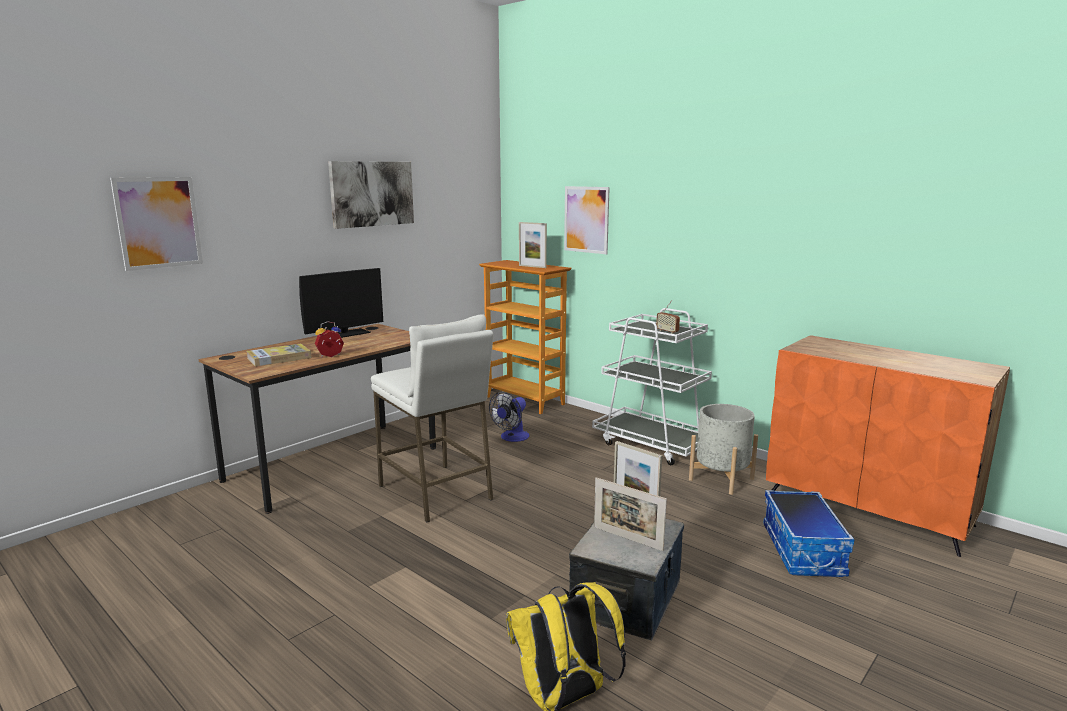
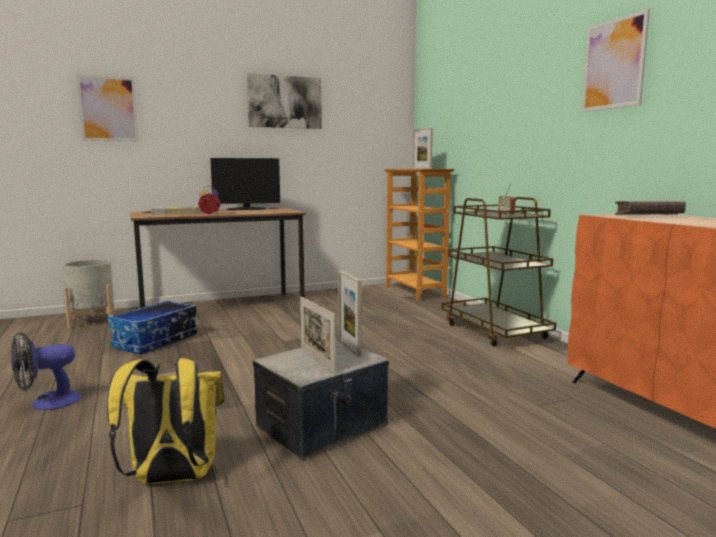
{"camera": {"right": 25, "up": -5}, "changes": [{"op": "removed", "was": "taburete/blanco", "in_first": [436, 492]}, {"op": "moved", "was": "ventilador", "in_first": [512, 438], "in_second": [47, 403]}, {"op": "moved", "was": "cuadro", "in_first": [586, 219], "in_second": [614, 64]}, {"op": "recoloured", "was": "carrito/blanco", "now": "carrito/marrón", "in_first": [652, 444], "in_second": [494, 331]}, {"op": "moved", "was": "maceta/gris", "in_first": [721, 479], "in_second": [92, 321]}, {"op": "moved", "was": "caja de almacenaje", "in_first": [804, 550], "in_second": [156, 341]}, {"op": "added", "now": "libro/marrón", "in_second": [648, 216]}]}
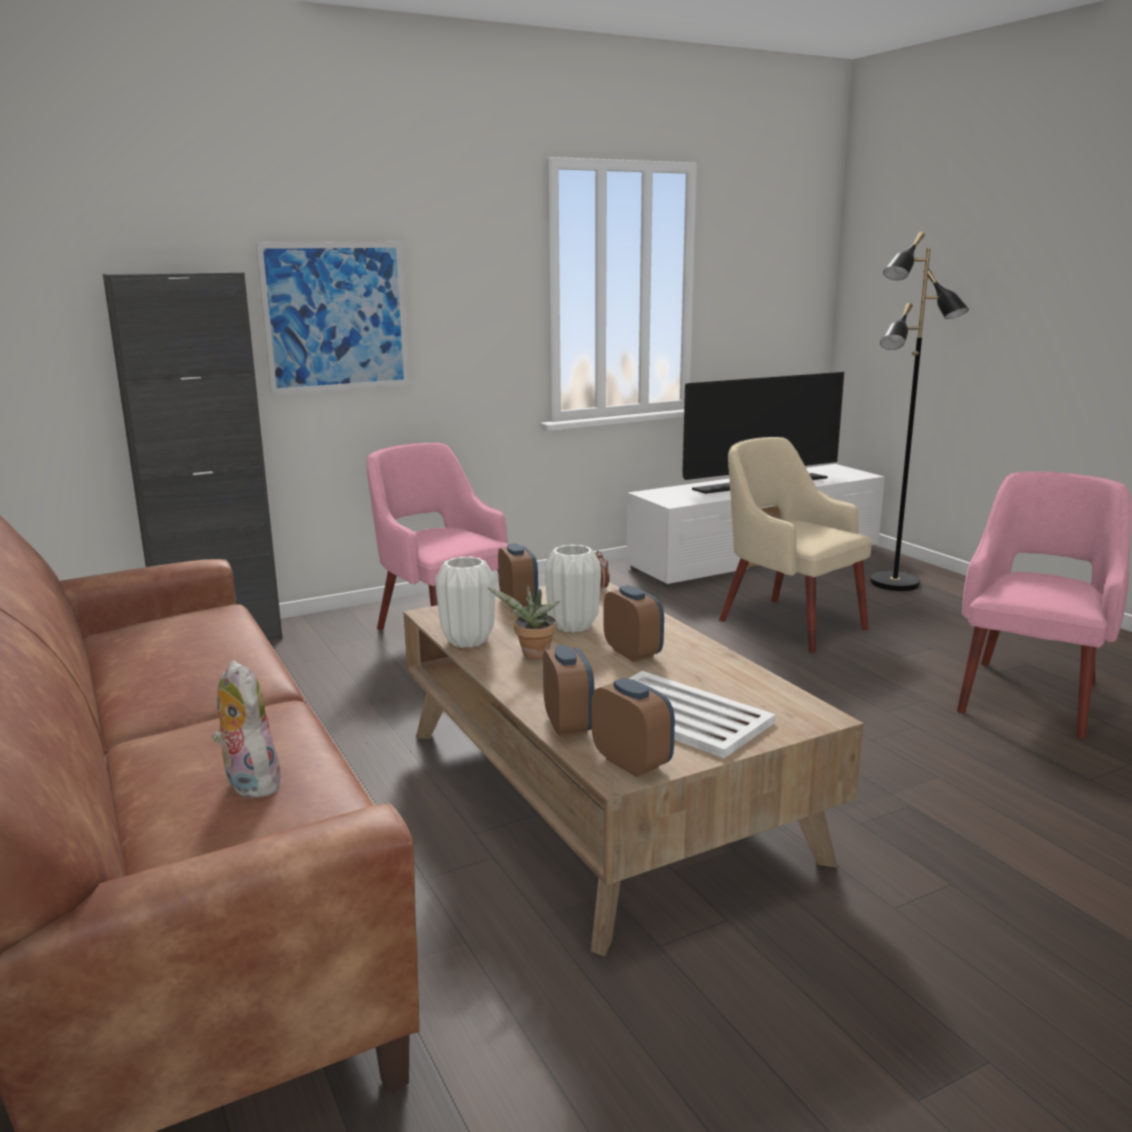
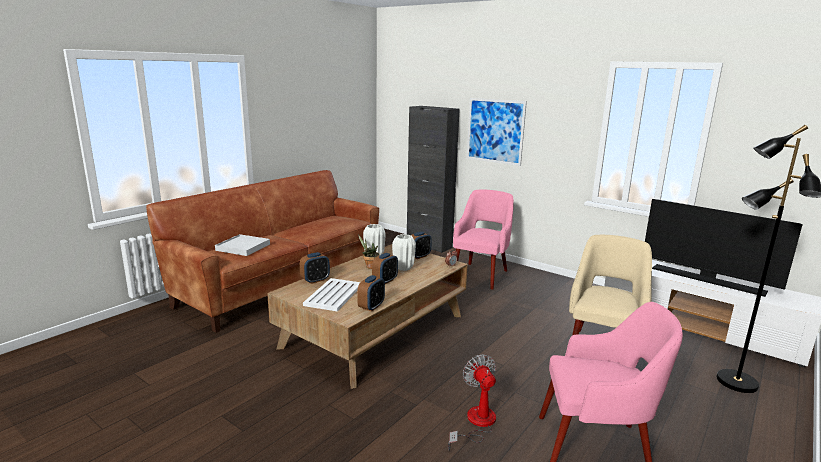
{"camera": {"right": 65, "up": 0}, "changes": [{"op": "replaced", "was": "peluche", "now": "bandeja/blanco", "in_first": [248, 784], "in_second": [243, 247]}, {"op": "moved", "was": "despertador", "in_first": [632, 763], "in_second": [371, 307]}, {"op": "added", "now": "ventilador", "in_second": [476, 423]}]}
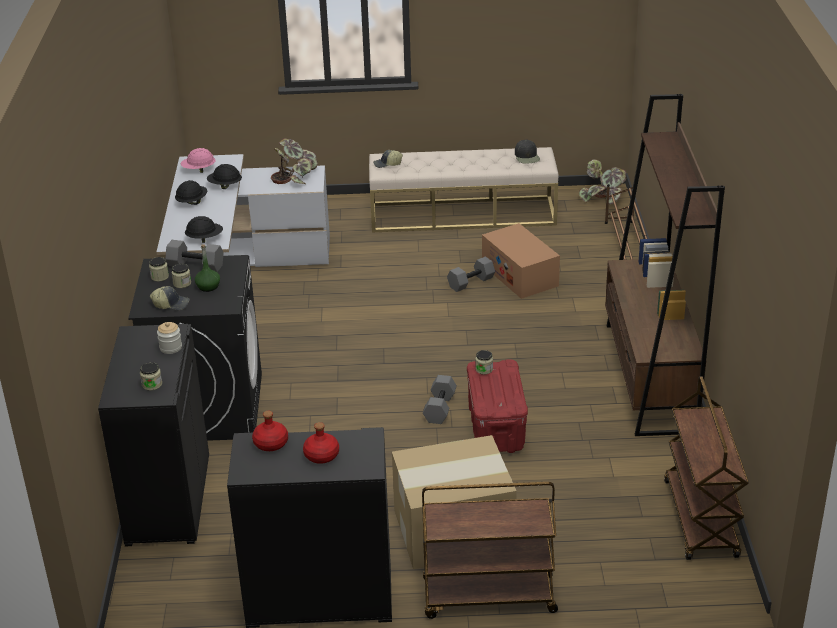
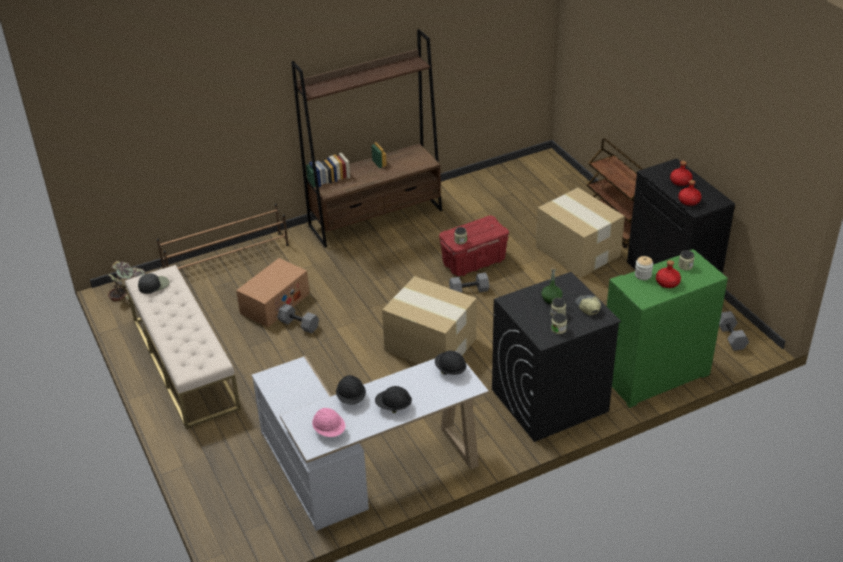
{"camera": {"right": -115, "up": 5}, "changes": [{"op": "recoloured", "was": "armario/negro", "now": "armario/verde", "in_first": [167, 499], "in_second": [654, 376]}, {"op": "moved", "was": "mancuerna/gris", "in_first": [195, 266], "in_second": [731, 337]}, {"op": "removed", "was": "planta en maceta", "in_first": [295, 177]}, {"op": "removed", "was": "gorra", "in_first": [387, 164]}, {"op": "removed", "was": "carrito/marrón", "in_first": [701, 519]}, {"op": "added", "now": "caja de cartón", "in_second": [431, 345]}, {"op": "added", "now": "botella/rojo", "in_second": [667, 283]}]}
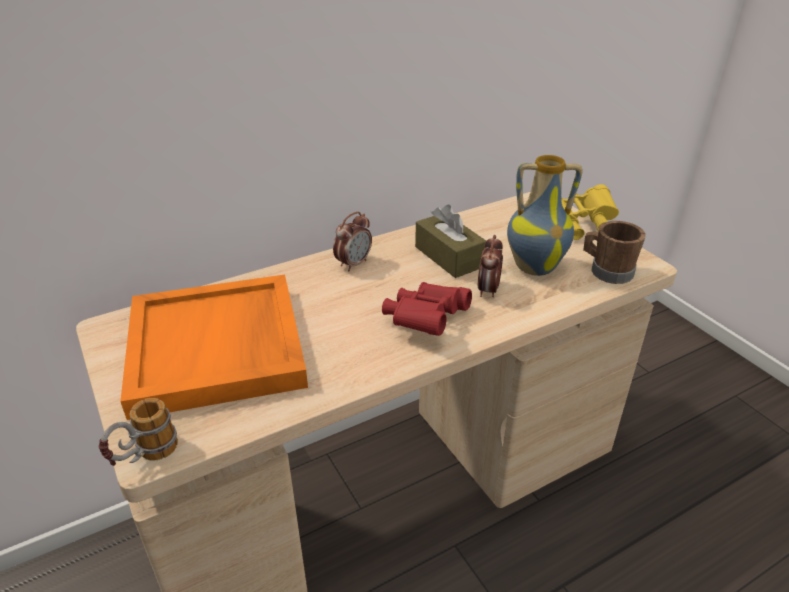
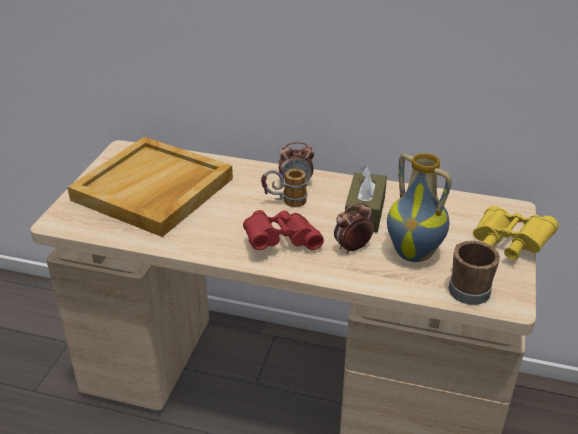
{"camera": {"right": 45, "up": 0}, "changes": [{"op": "moved", "was": "taza grande", "in_first": [145, 459], "in_second": [284, 202]}, {"op": "recoloured", "was": "bandeja/naranja", "now": "bandeja/beis", "in_first": [218, 348], "in_second": [153, 190]}]}
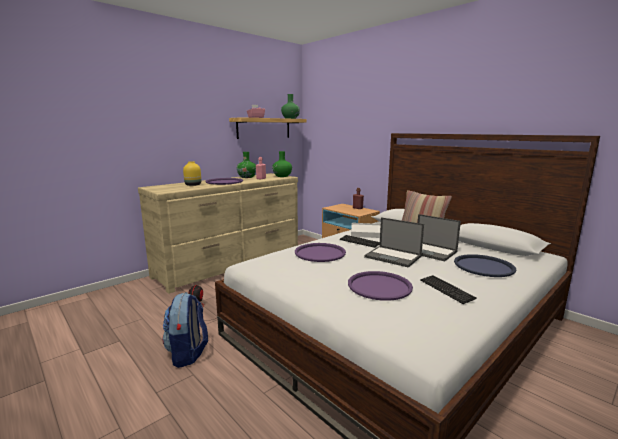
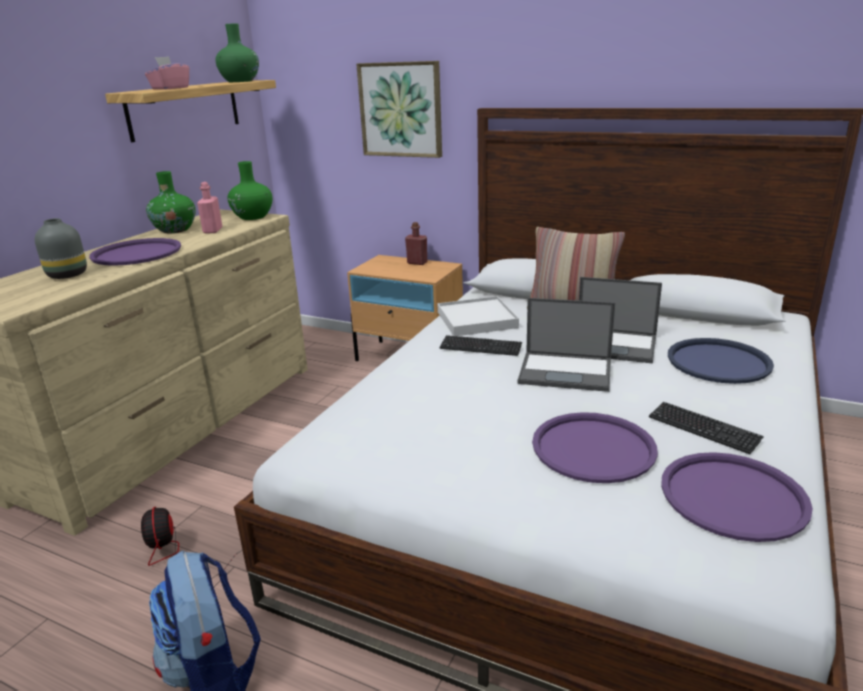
{"camera": {"right": -20, "up": 10}, "changes": [{"op": "recoloured", "was": "florero/amarillo", "now": "florero/gris", "in_first": [193, 185], "in_second": [69, 275]}, {"op": "moved", "was": "bandeja/morado", "in_first": [320, 253], "in_second": [732, 496]}, {"op": "added", "now": "cuadro", "in_second": [401, 110]}]}
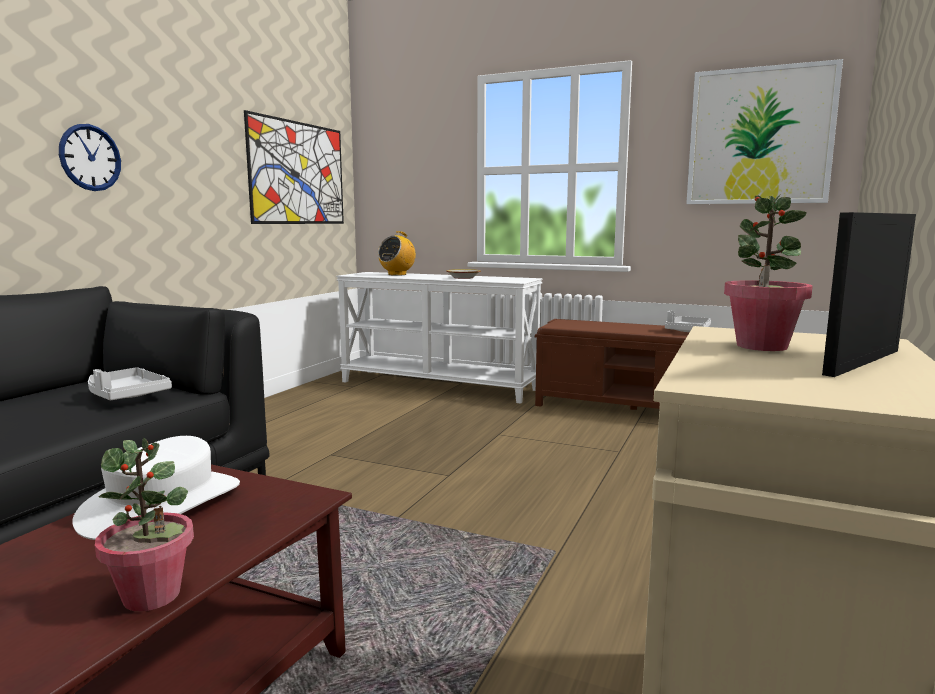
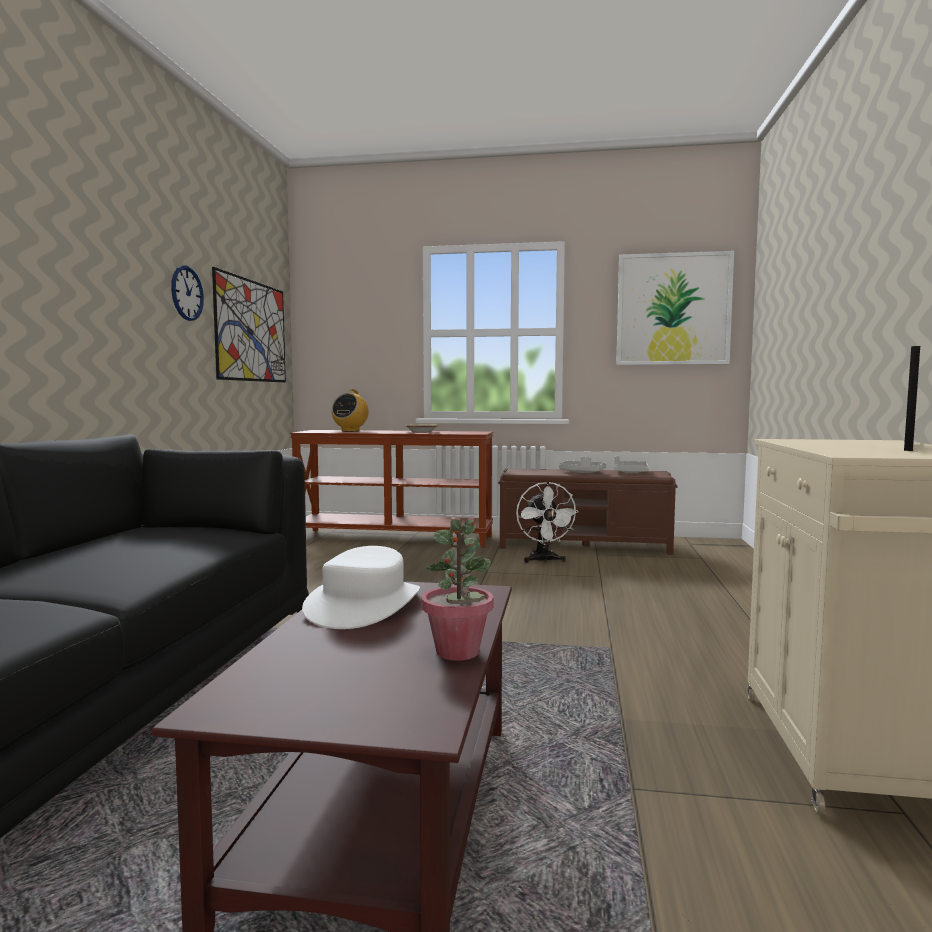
{"camera": {"right": -15, "up": -5}, "changes": [{"op": "moved", "was": "reloj de pared", "in_first": [90, 157], "in_second": [187, 293]}, {"op": "moved", "was": "bandeja/gris", "in_first": [126, 395], "in_second": [582, 472]}, {"op": "recoloured", "was": "mesa consola/blanco", "now": "mesa consola/marrón", "in_first": [439, 385], "in_second": [395, 538]}, {"op": "removed", "was": "planta en maceta", "in_first": [761, 346]}, {"op": "added", "now": "ventilador/blanco", "in_second": [544, 561]}]}
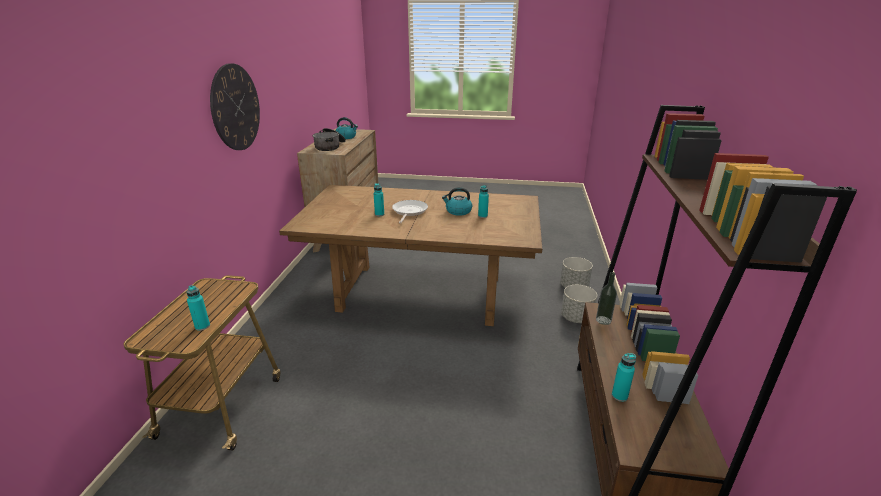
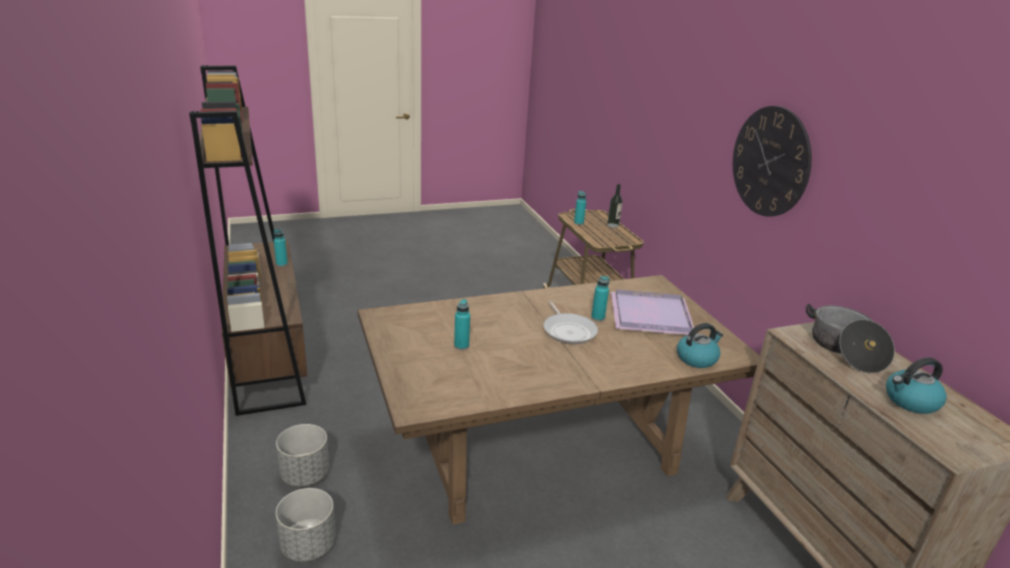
{"camera": {"right": 150, "up": 0}, "changes": [{"op": "moved", "was": "hervidor", "in_first": [458, 211], "in_second": [697, 358]}, {"op": "moved", "was": "botella", "in_first": [603, 320], "in_second": [613, 225]}, {"op": "added", "now": "bandeja/morado", "in_second": [652, 316]}]}
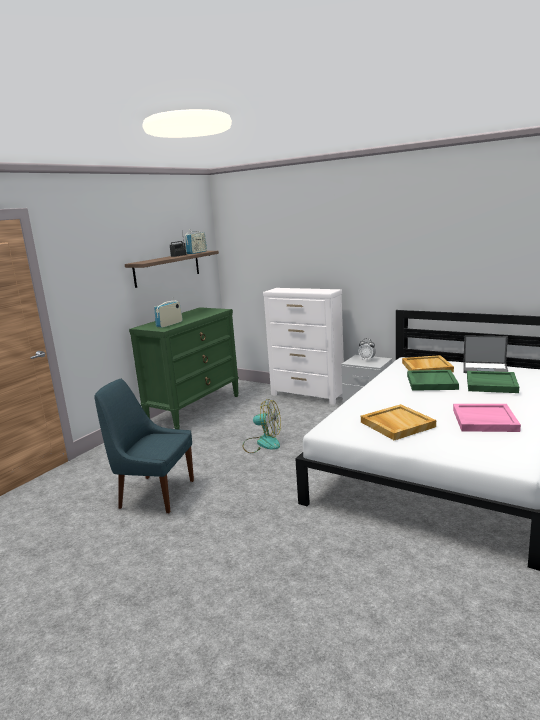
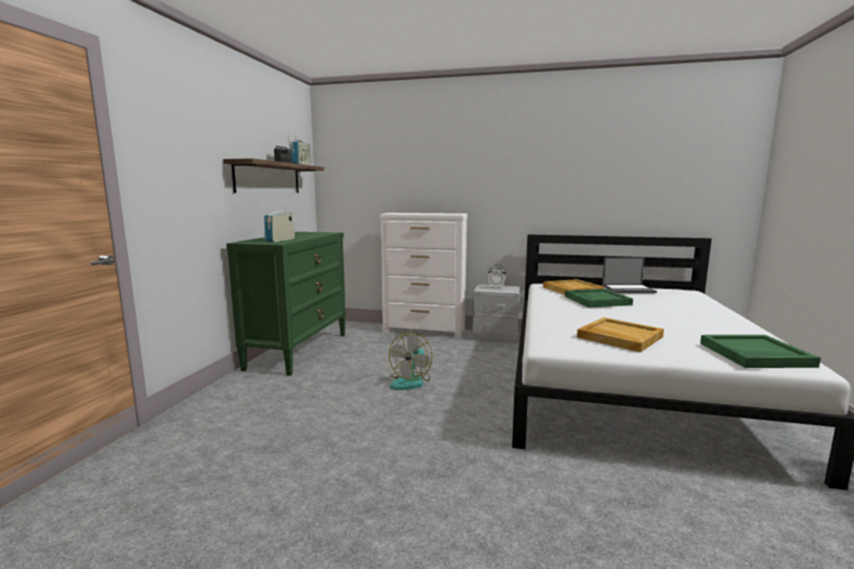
{"camera": {"right": -20, "up": -5}, "changes": [{"op": "removed", "was": "silla/azul", "in_first": [154, 494]}, {"op": "turned", "was": "ventilador", "in_first": [262, 443], "in_second": [411, 381], "clockwise": 120}, {"op": "removed", "was": "bandeja/rosa", "in_first": [484, 420]}, {"op": "moved", "was": "bandeja/verde", "in_first": [491, 384], "in_second": [755, 355]}]}
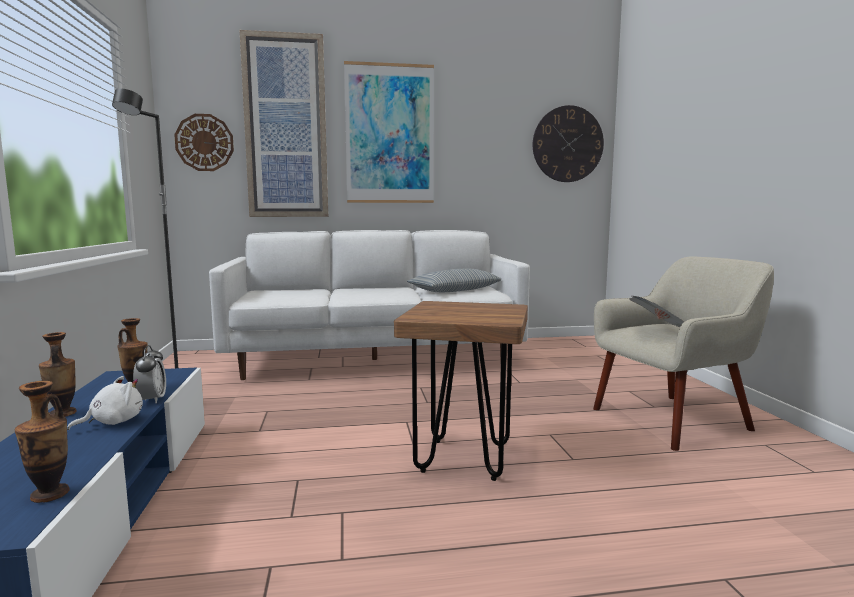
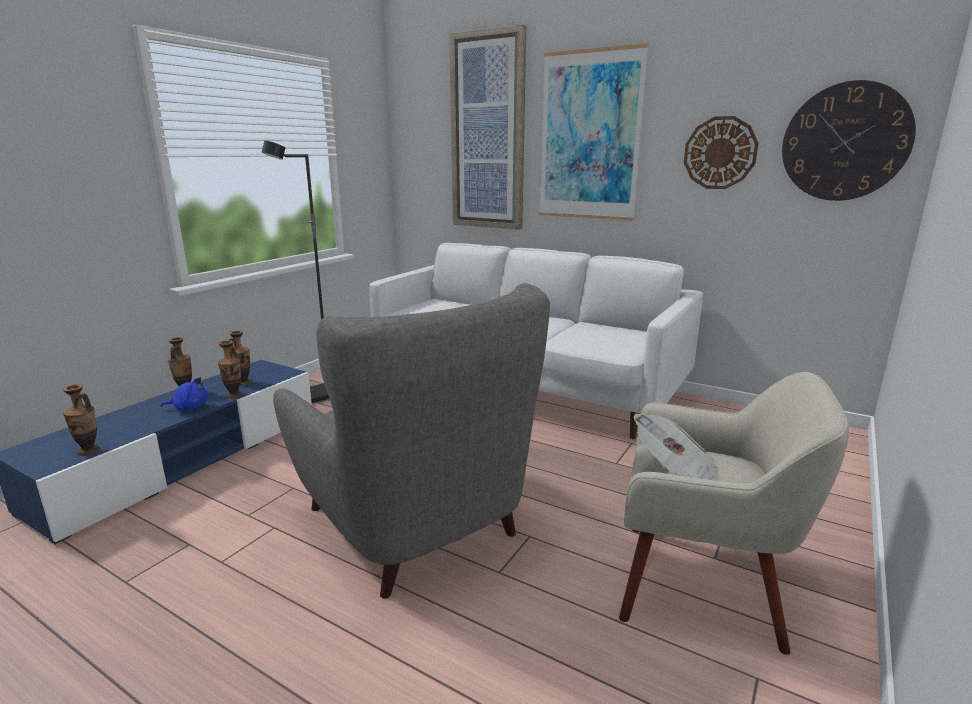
{"camera": {"right": 40, "up": 10}, "changes": [{"op": "recoloured", "was": "peluche/blanco", "now": "peluche/azul", "in_first": [113, 422], "in_second": [189, 408]}, {"op": "replaced", "was": "despertador", "now": "florero", "in_first": [152, 400], "in_second": [234, 395]}, {"op": "moved", "was": "reloj de pared", "in_first": [204, 142], "in_second": [720, 153]}, {"op": "replaced", "was": "taburete/marrón", "now": "sillón/gris", "in_first": [463, 459], "in_second": [414, 525]}, {"op": "removed", "was": "cojín", "in_first": [455, 290]}]}
